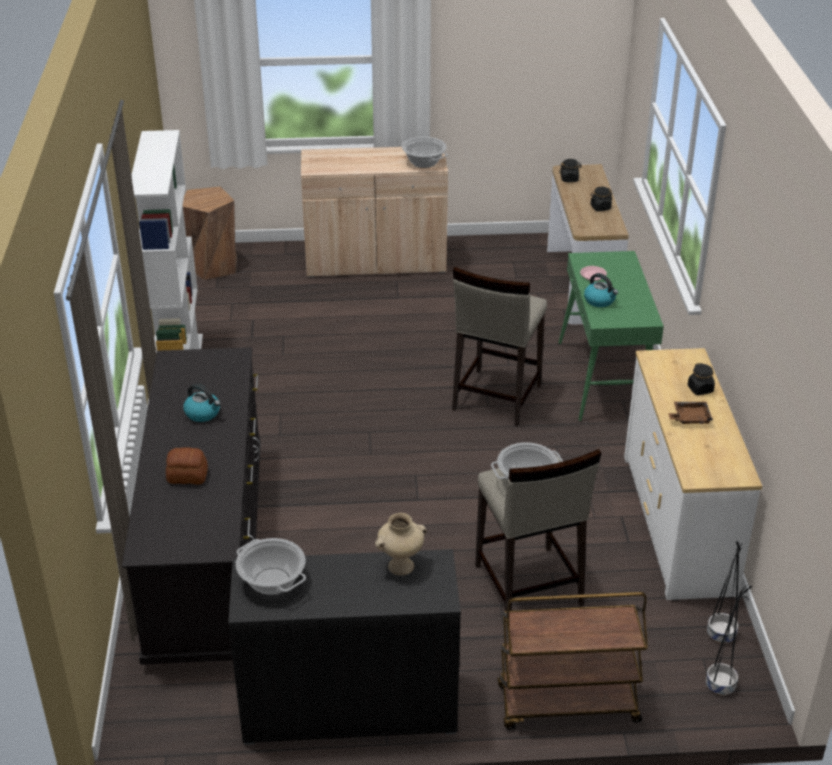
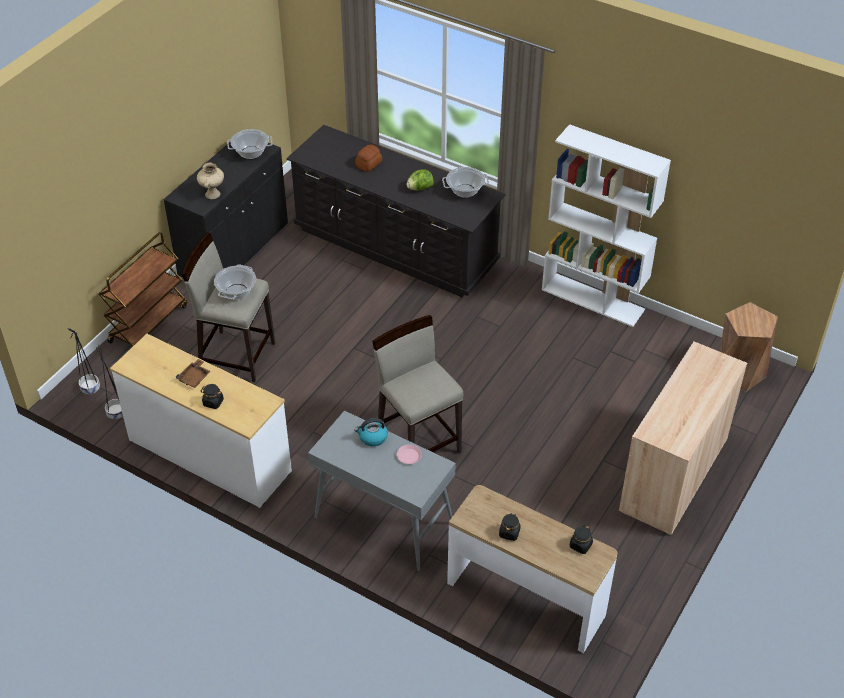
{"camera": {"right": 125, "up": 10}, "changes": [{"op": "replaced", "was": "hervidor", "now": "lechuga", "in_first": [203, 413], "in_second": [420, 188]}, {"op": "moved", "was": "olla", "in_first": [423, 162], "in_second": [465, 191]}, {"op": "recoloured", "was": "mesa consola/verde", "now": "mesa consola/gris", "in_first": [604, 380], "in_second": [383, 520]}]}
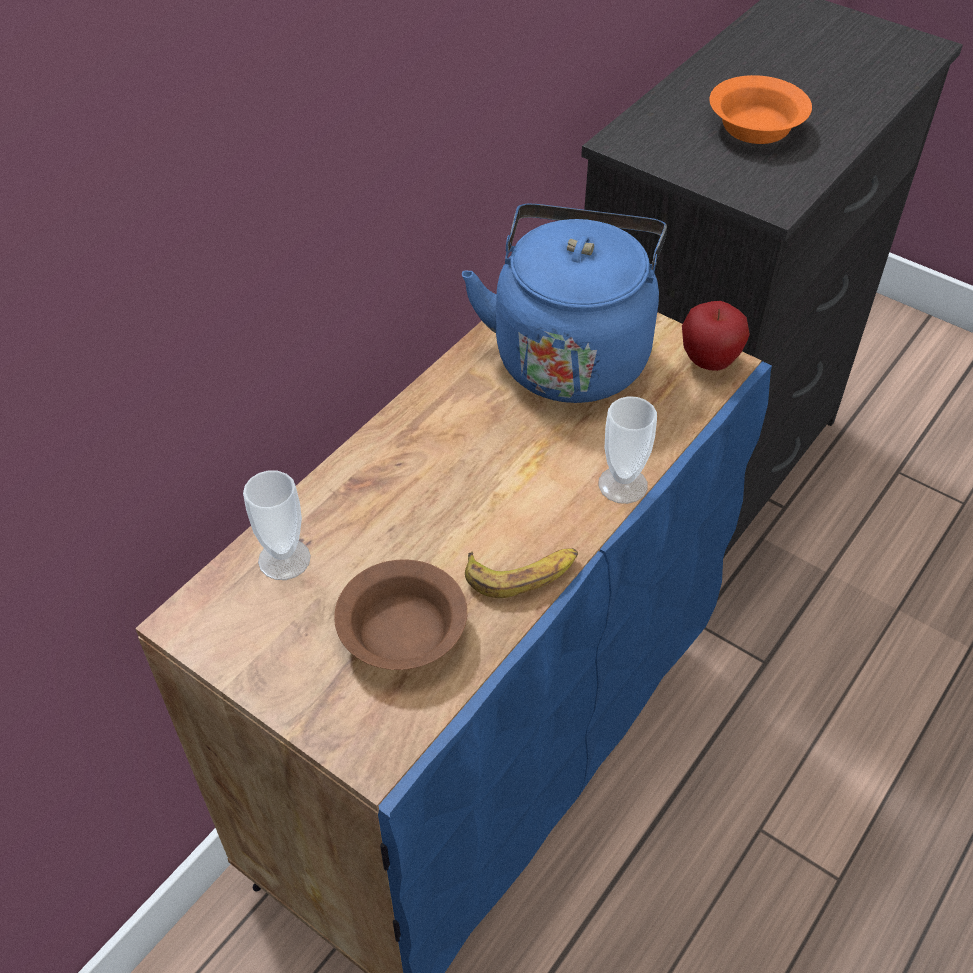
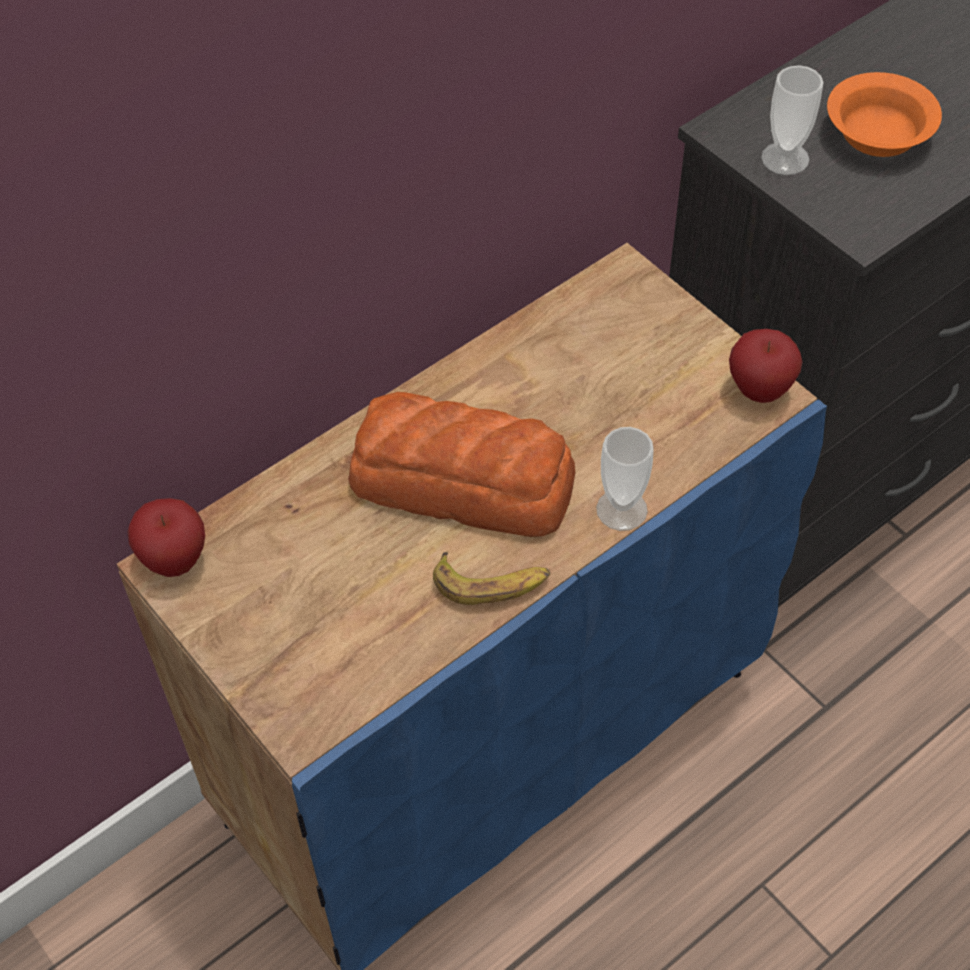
{"camera": {"right": 15, "up": 5}, "changes": [{"op": "moved", "was": "taza", "in_first": [284, 559], "in_second": [785, 158]}, {"op": "removed", "was": "cuenco/marrón", "in_first": [399, 634]}, {"op": "removed", "was": "hervidor/azul", "in_first": [571, 353]}, {"op": "added", "now": "manzana", "in_second": [175, 561]}, {"op": "added", "now": "pan", "in_second": [464, 482]}]}
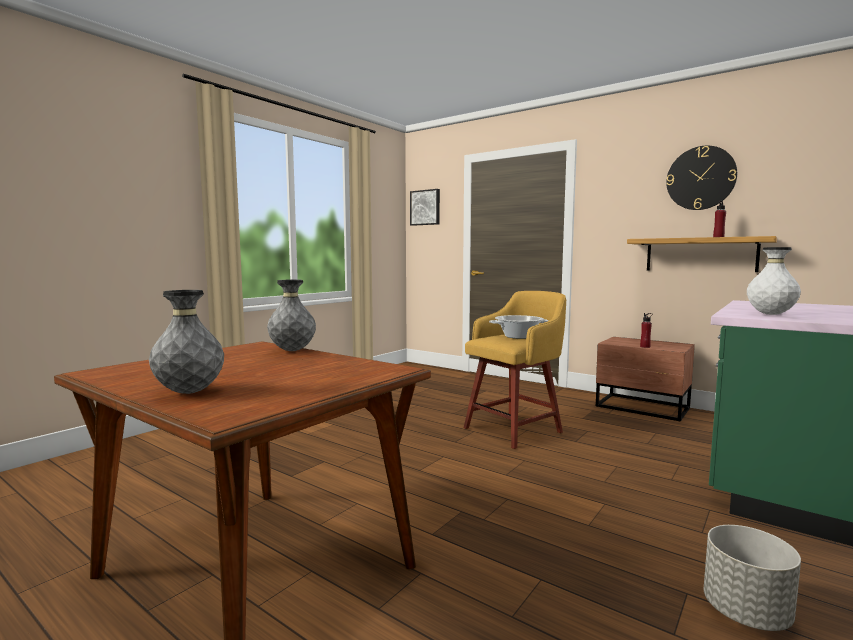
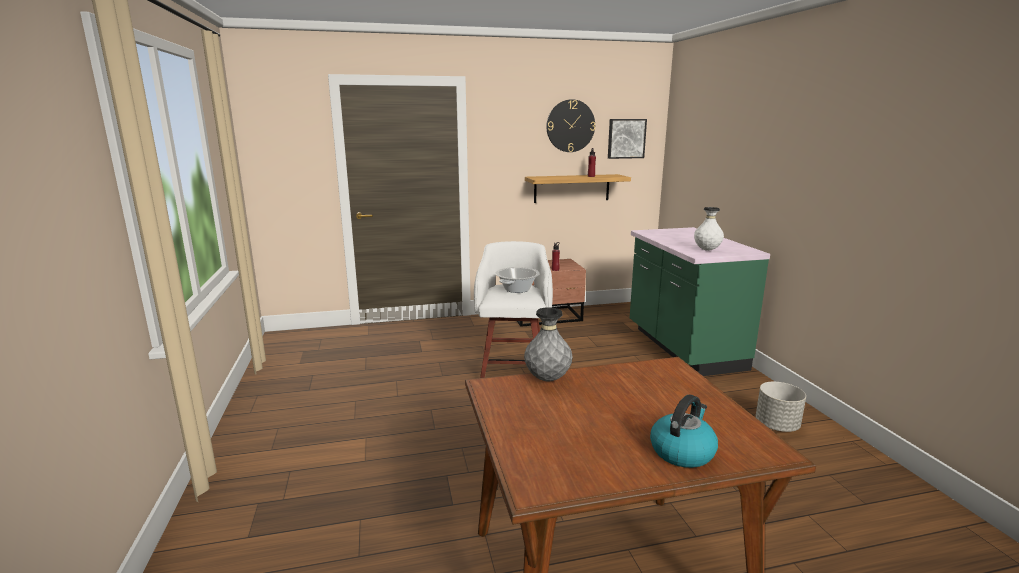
{"camera": {"right": -50, "up": 10}, "changes": [{"op": "replaced", "was": "florero/gris", "now": "hervidor", "in_first": [189, 392], "in_second": [682, 451]}, {"op": "moved", "was": "cuadro", "in_first": [425, 207], "in_second": [626, 138]}, {"op": "recoloured", "was": "taburete/amarillo", "now": "taburete/blanco", "in_first": [515, 429], "in_second": [514, 370]}]}
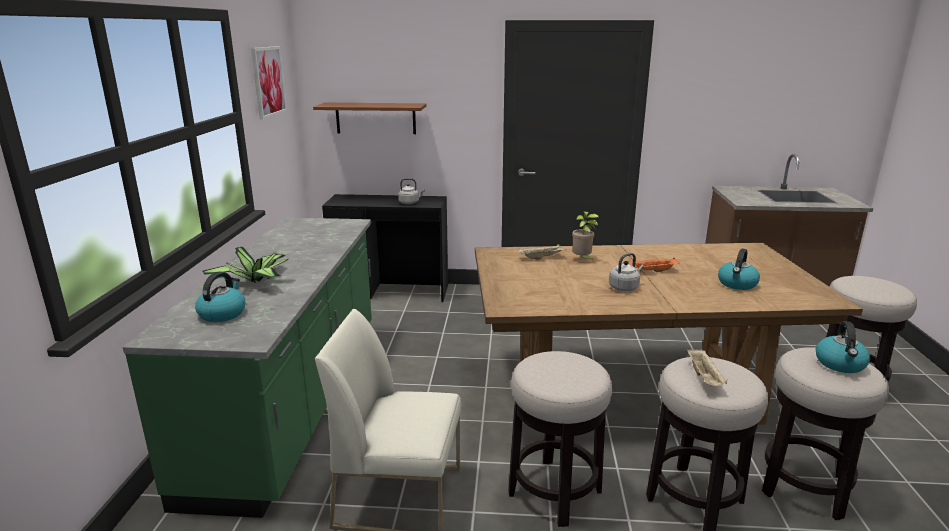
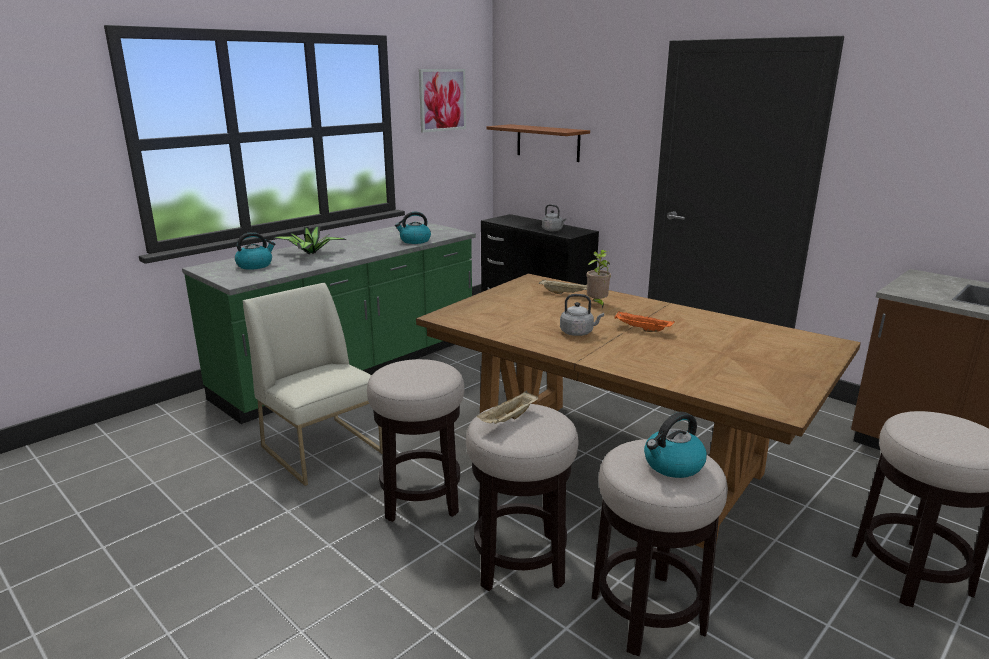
{"camera": {"right": 40, "up": 0}, "changes": [{"op": "moved", "was": "hervidor", "in_first": [737, 284], "in_second": [414, 241]}]}
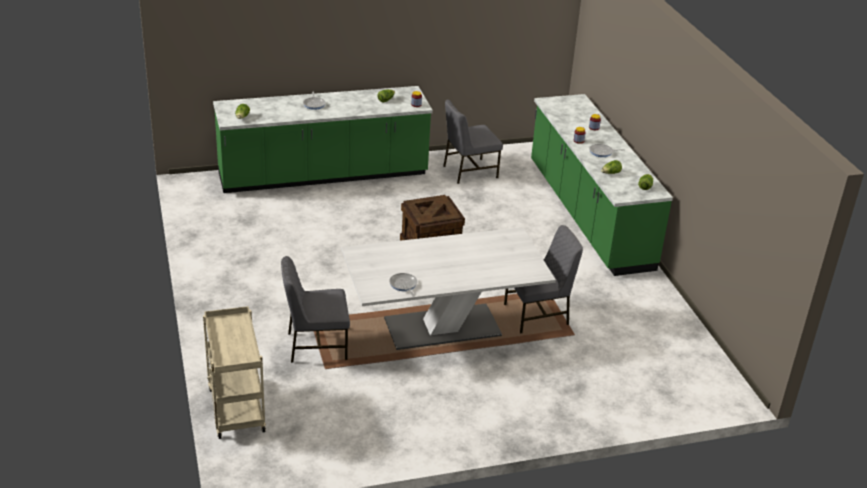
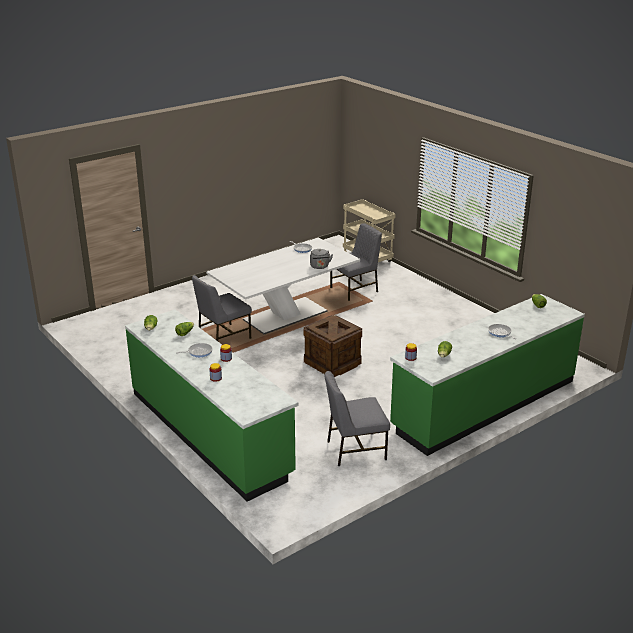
{"camera": {"right": 160, "up": -5}, "changes": [{"op": "turned", "was": "silla/gris", "in_first": [469, 171], "in_second": [355, 450], "clockwise": -150}, {"op": "added", "now": "hervidor/gris", "in_second": [320, 267]}]}
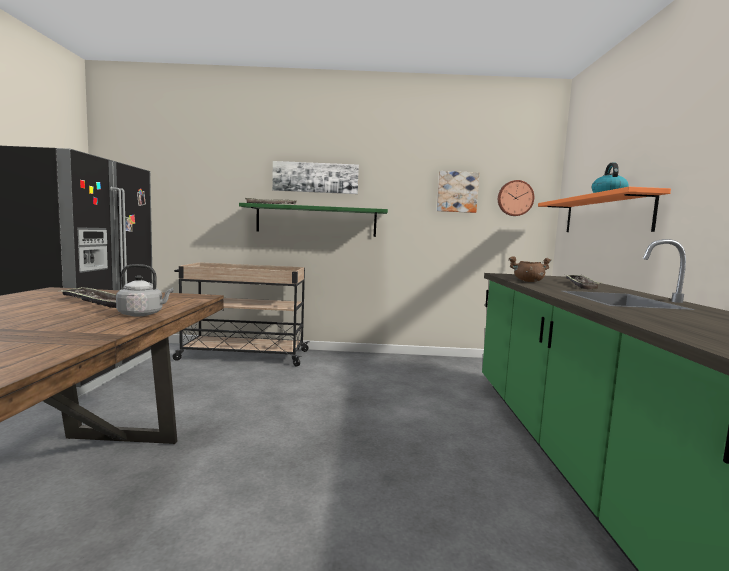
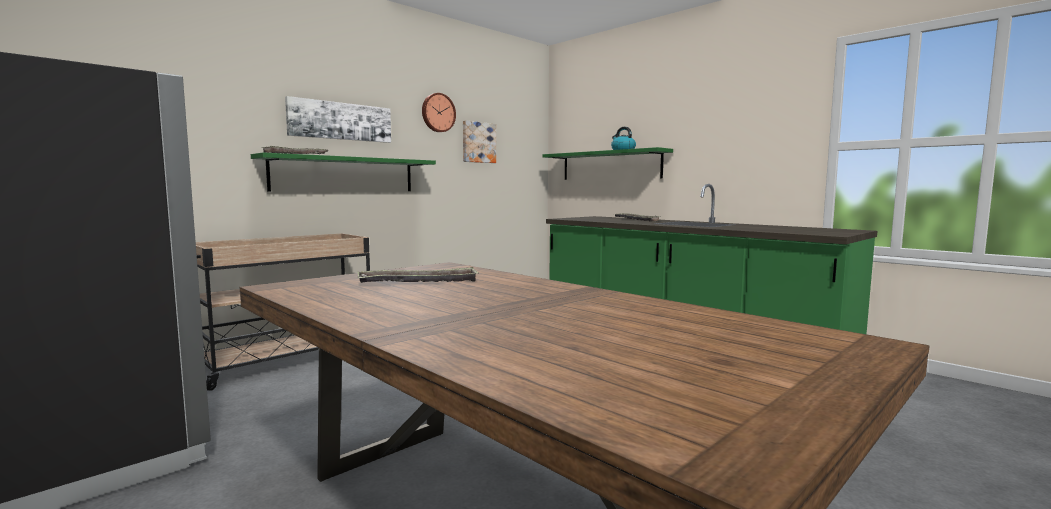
{"camera": {"right": -45, "up": 0}, "changes": [{"op": "removed", "was": "hervidor/gris", "in_first": [143, 314]}, {"op": "moved", "was": "reloj de pared", "in_first": [515, 198], "in_second": [437, 113]}, {"op": "removed", "was": "olla/marrón", "in_first": [528, 281]}, {"op": "recoloured", "was": "estante/naranja", "now": "estante/verde", "in_first": [605, 215], "in_second": [610, 165]}]}
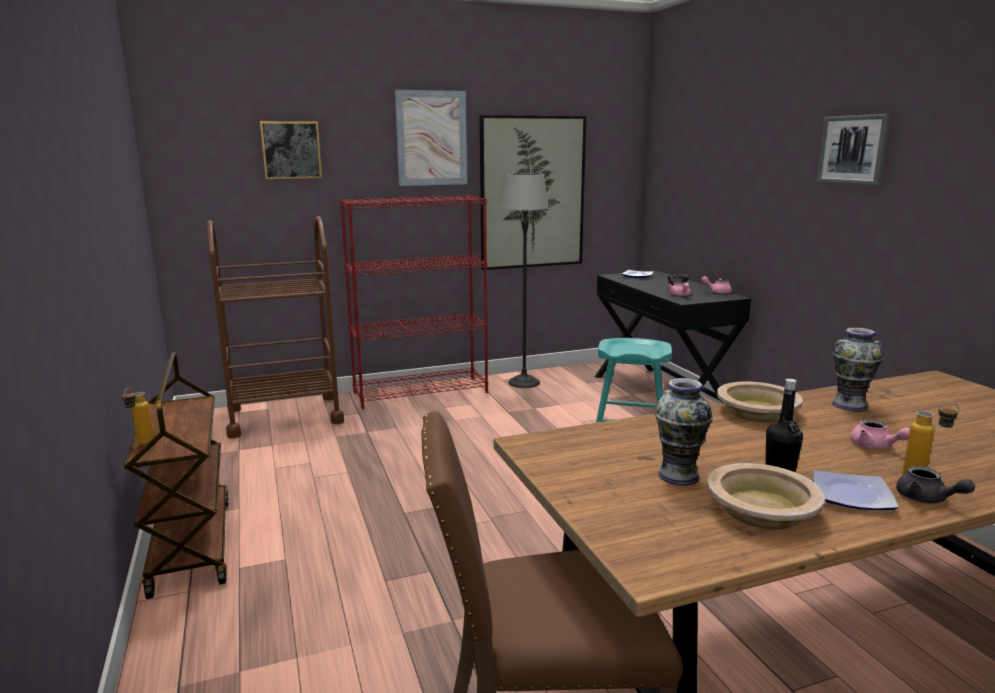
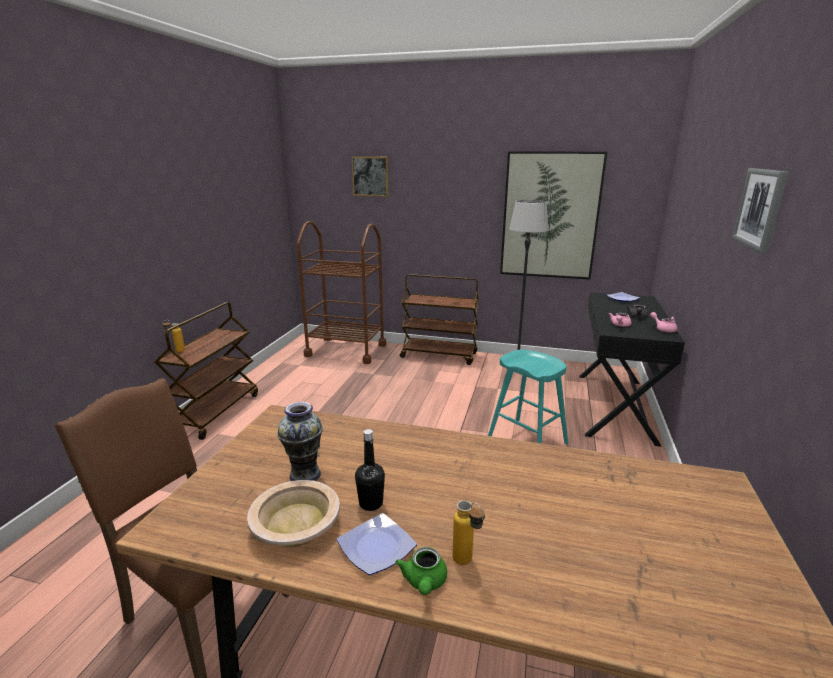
{"camera": {"right": 35, "up": 5}, "changes": [{"op": "replaced", "was": "estantería/rojo", "now": "carrito/marrón", "in_first": [421, 392], "in_second": [439, 355]}, {"op": "removed", "was": "cuadro", "in_first": [431, 138]}, {"op": "removed", "was": "cuenco/beis", "in_first": [757, 412]}, {"op": "removed", "was": "florero", "in_first": [849, 405]}, {"op": "removed", "was": "tetera/rosa", "in_first": [875, 447]}, {"op": "recoloured", "was": "tetera/gris", "now": "tetera/verde", "in_first": [927, 499], "in_second": [424, 582]}]}
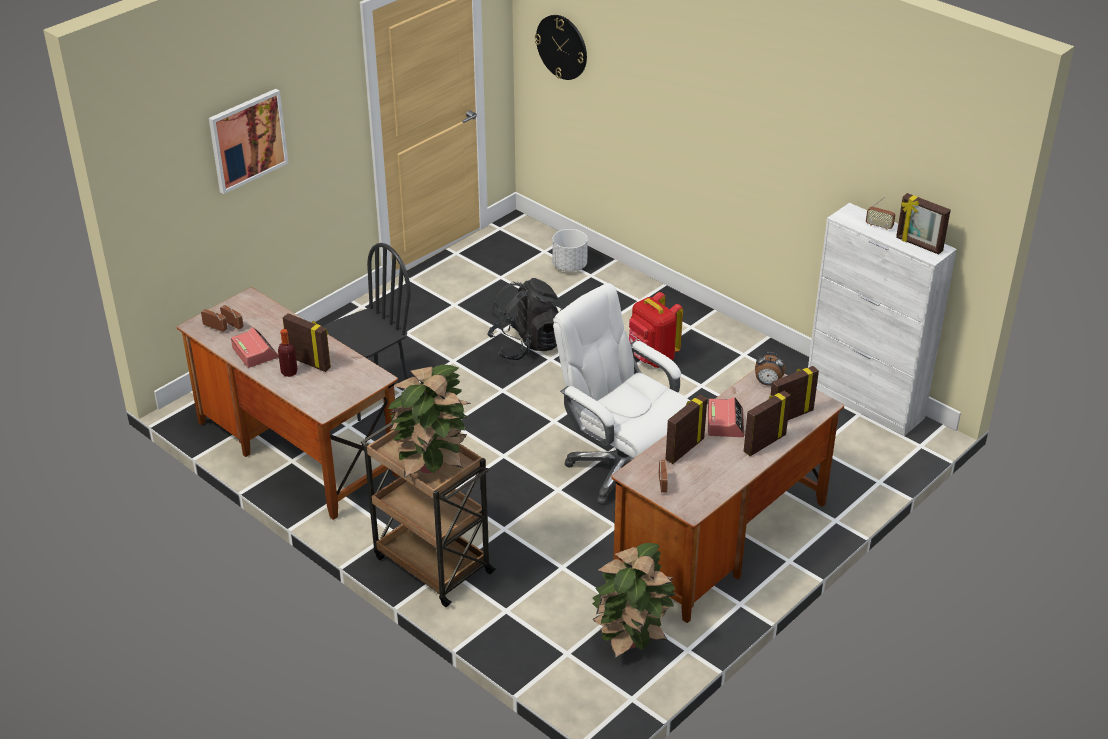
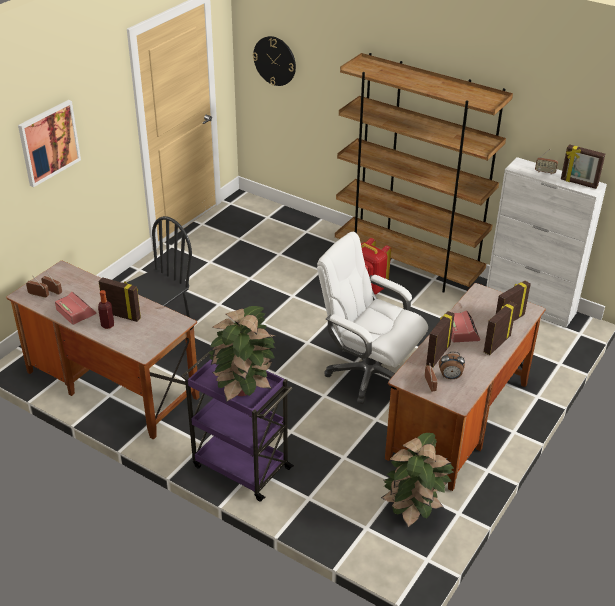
{"camera": {"right": -10, "up": 0}, "changes": [{"op": "recoloured", "was": "carrito/marrón", "now": "carrito/morado", "in_first": [431, 563], "in_second": [240, 466]}, {"op": "removed", "was": "mochila/negro", "in_first": [527, 345]}, {"op": "removed", "was": "maceta/blanco", "in_first": [569, 266]}, {"op": "moved", "was": "despertador", "in_first": [767, 383], "in_second": [450, 377]}, {"op": "added", "now": "estantería/marrón", "in_second": [408, 265]}]}
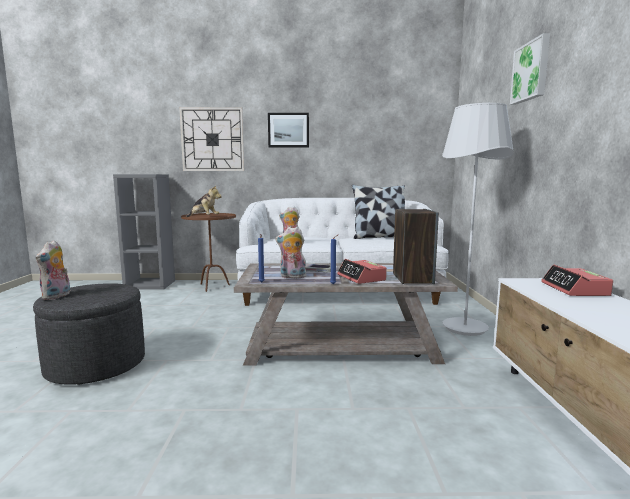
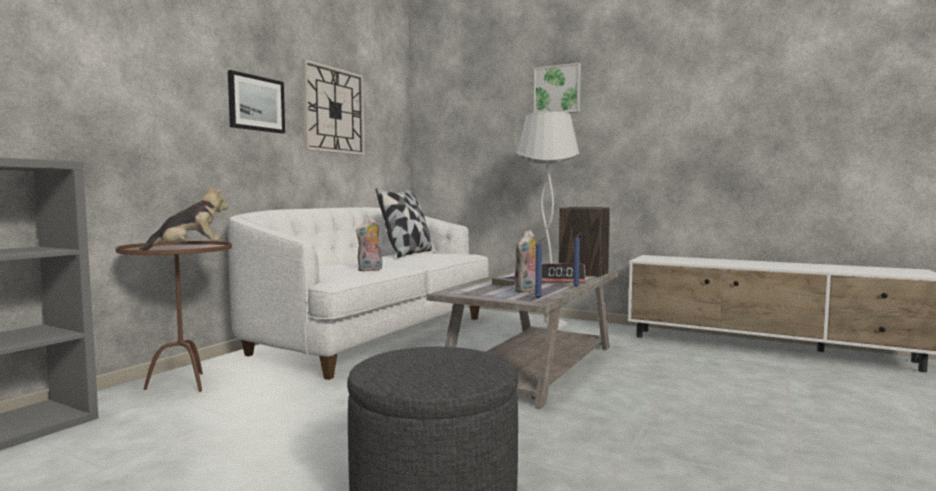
{"camera": {"right": -60, "up": -5}, "changes": [{"op": "removed", "was": "peluche", "in_first": [57, 296]}, {"op": "moved", "was": "reloj de pared", "in_first": [212, 139], "in_second": [334, 110]}, {"op": "removed", "was": "despertador", "in_first": [574, 289]}]}
